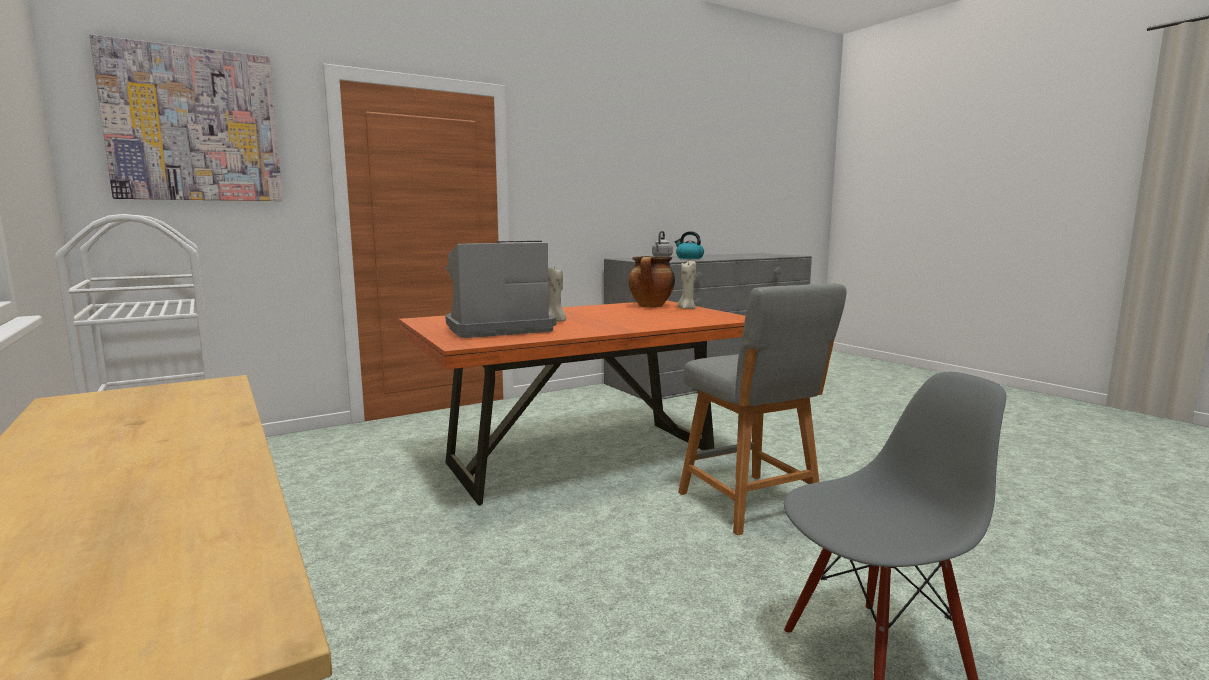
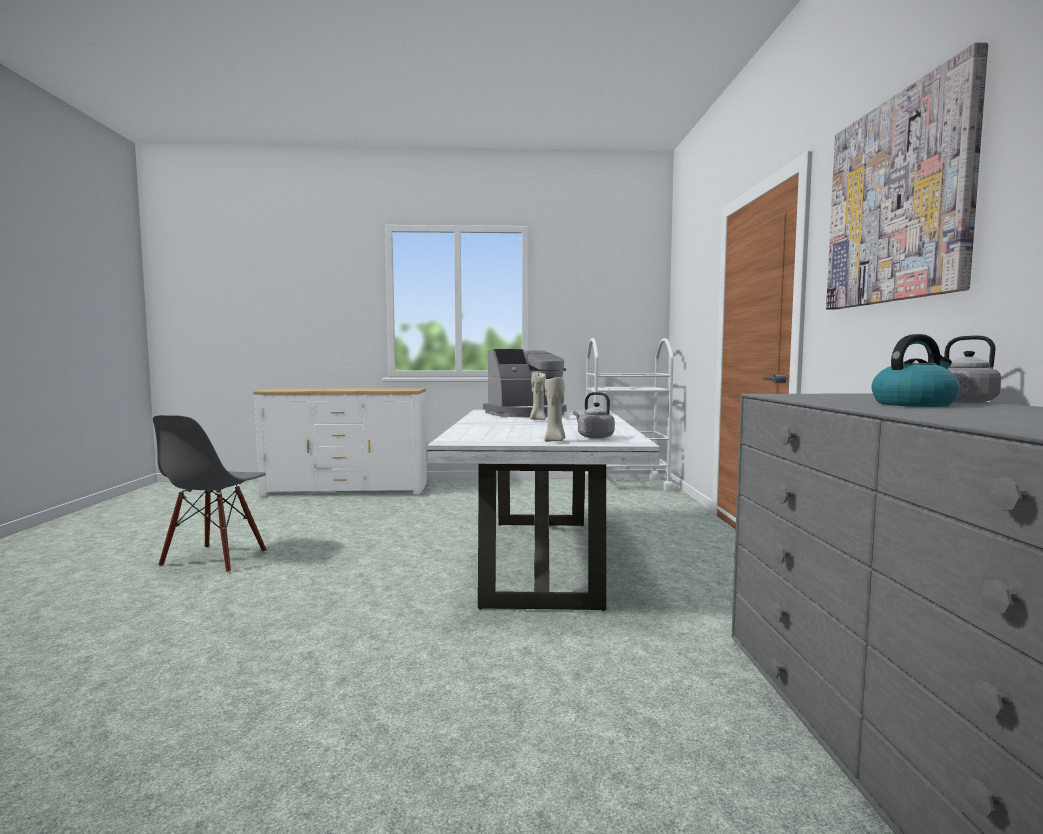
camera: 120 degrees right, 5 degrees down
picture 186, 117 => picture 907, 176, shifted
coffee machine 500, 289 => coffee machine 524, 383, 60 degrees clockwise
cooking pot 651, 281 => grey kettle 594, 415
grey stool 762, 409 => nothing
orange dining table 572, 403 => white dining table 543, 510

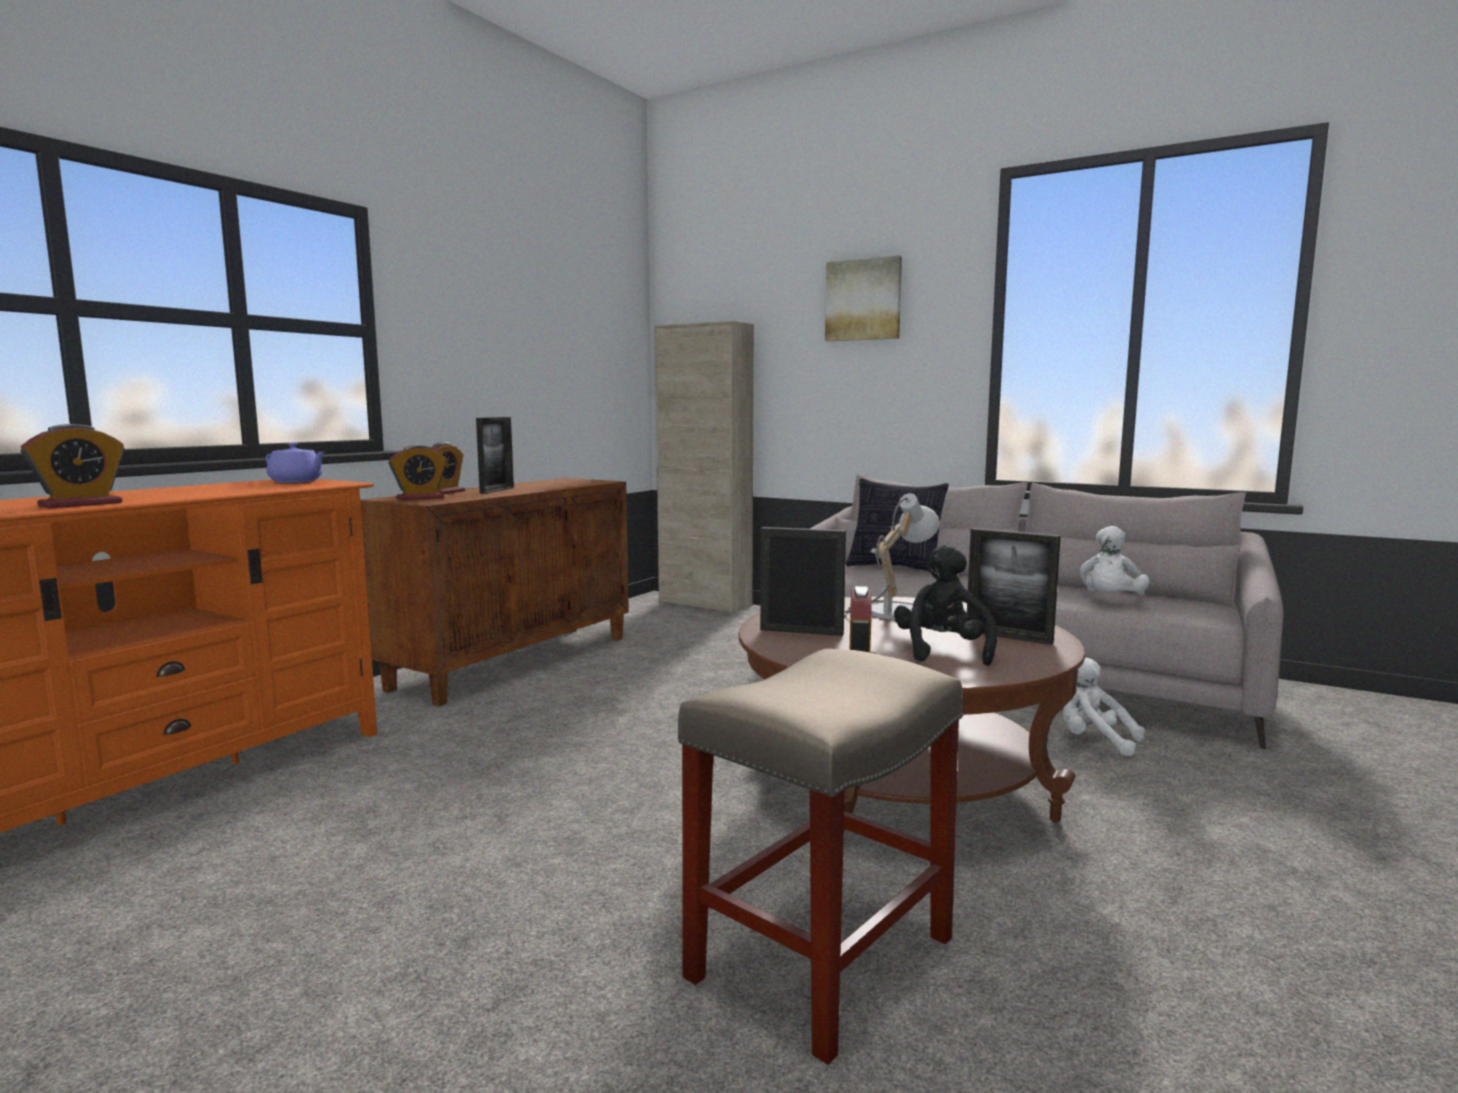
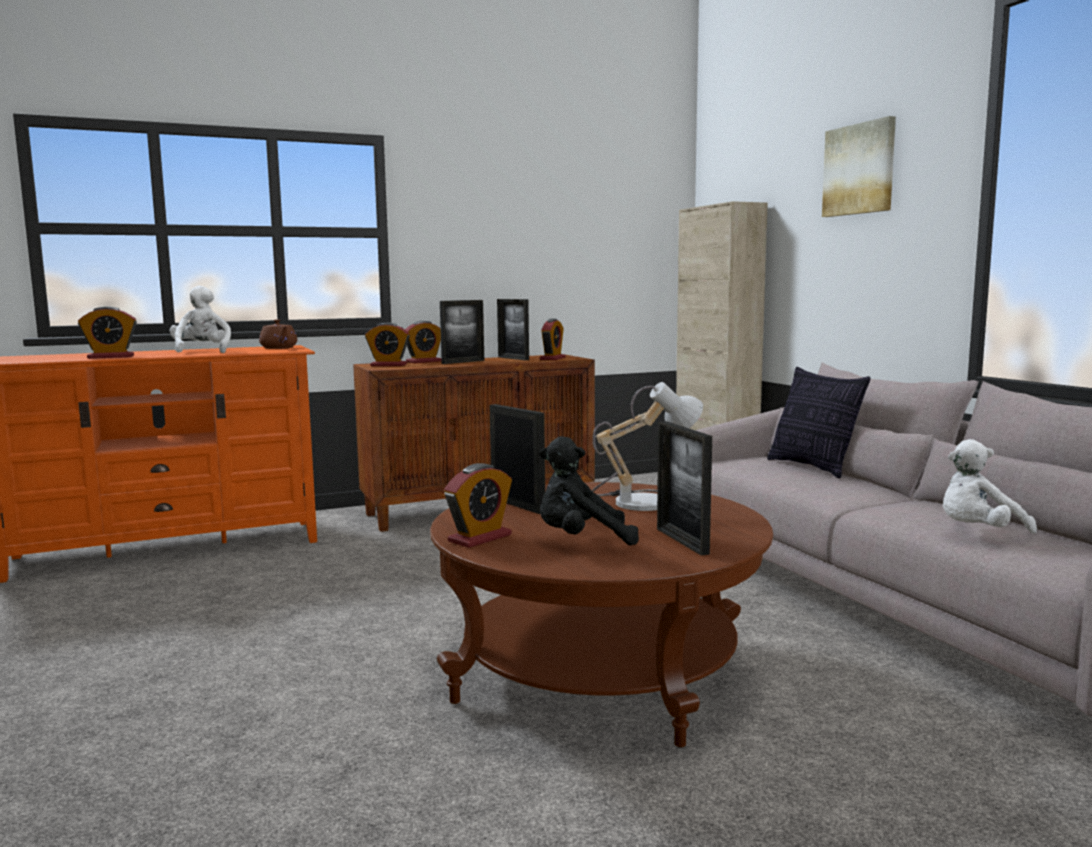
camera: 35 degrees right, 0 degrees up
purple teapot 295, 462 => brown teapot 278, 334
black plush toy 945, 605 => black plush toy 589, 490, 135 degrees counterclockwise
beige stool 820, 857 => nothing
white plush toy 1103, 706 => white plush toy 200, 319, shifted
nothing => picture frame 513, 329
nothing => alarm clock 553, 339

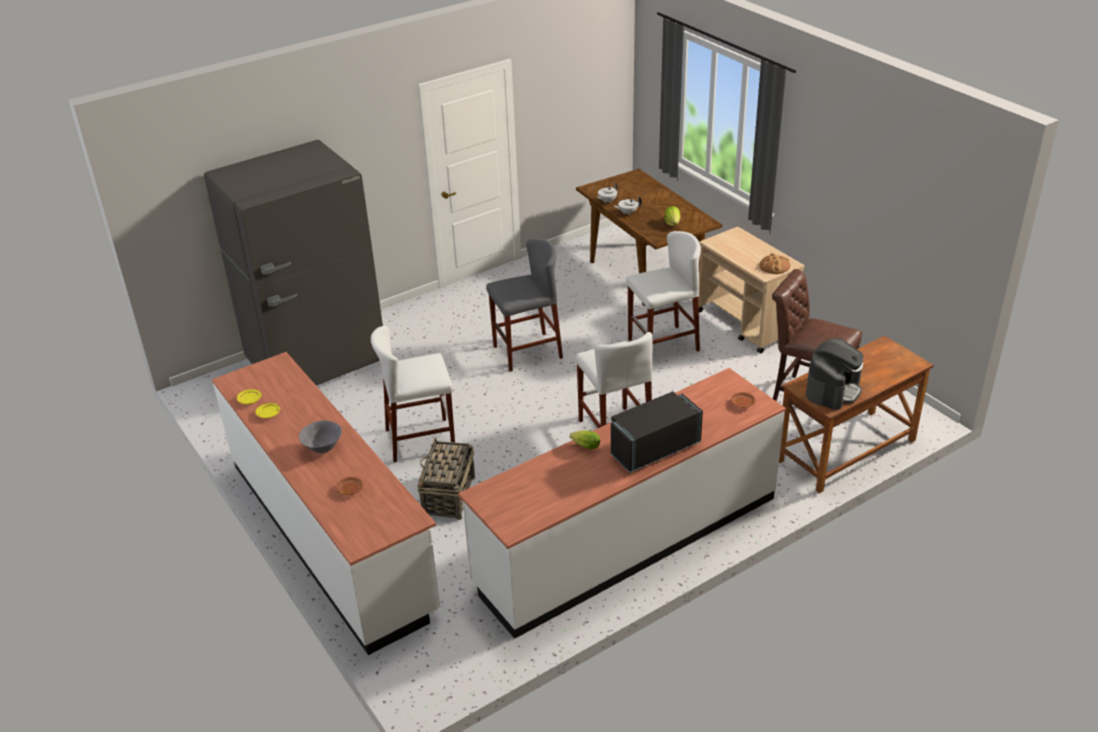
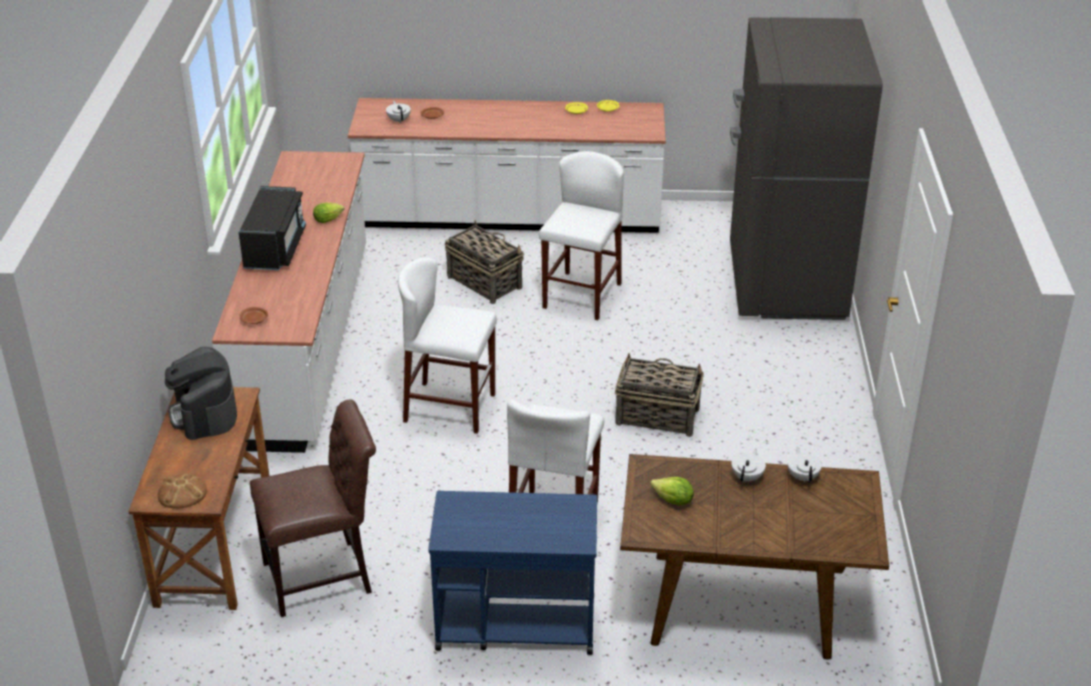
camera: 125 degrees right, 0 degrees up
beige cart 751, 290 => blue cart 512, 573
grey stool 524, 305 => basket 659, 395
bread 774, 263 => bread 182, 490, shifted
grey bowl 320, 436 => nothing
nothing => white teapot 398, 112

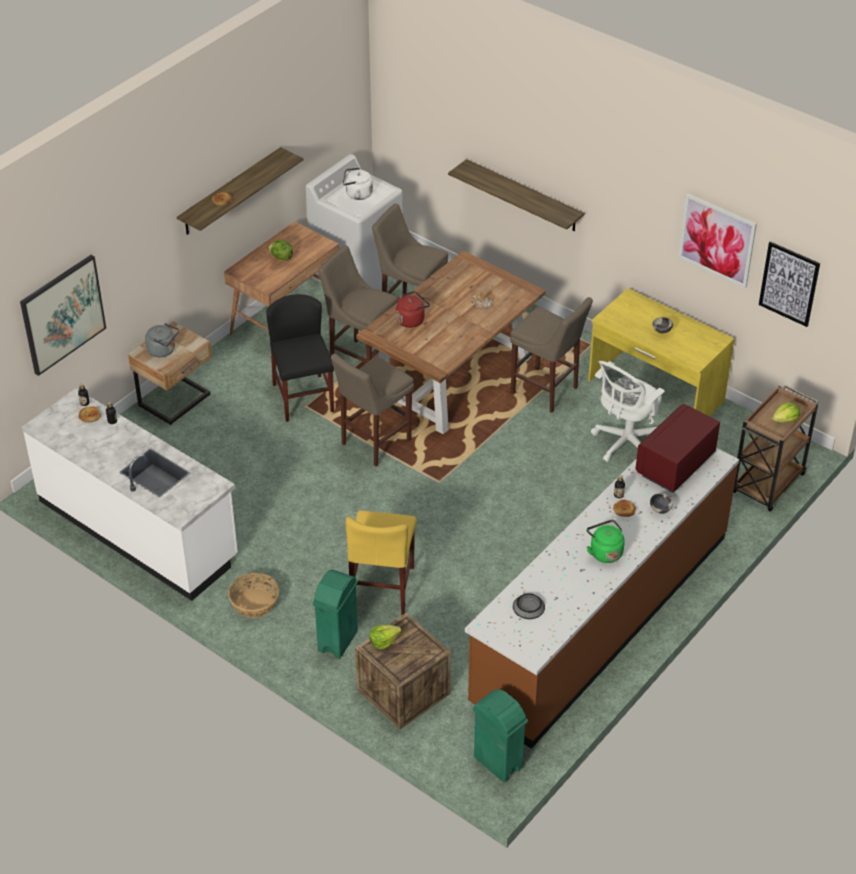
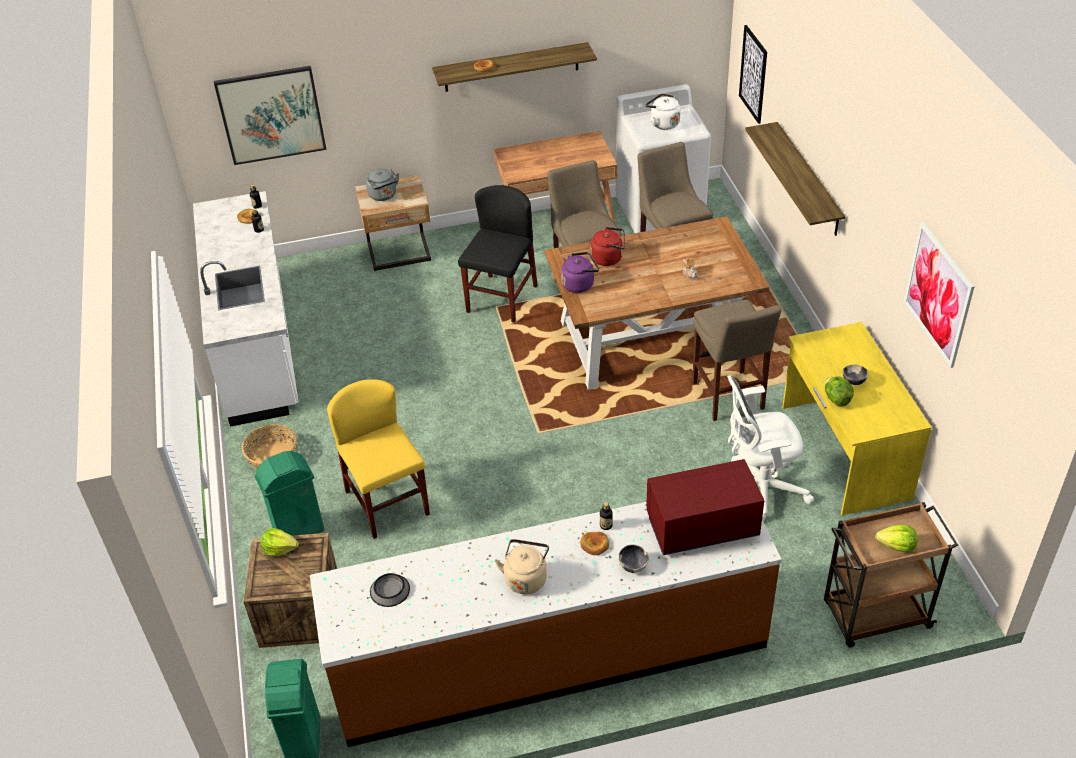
camera: 40 degrees right, 0 degrees up
lettuce 280, 250 => lettuce 839, 391, shifted
picture 789, 284 => picture 753, 74, shifted
beige stool 372, 410 => nothing
yellow chair 381, 562 => yellow chair 378, 459, 105 degrees clockwise
green kettle 606, 541 => beige kettle 522, 566
nothing => purple kettle 580, 272

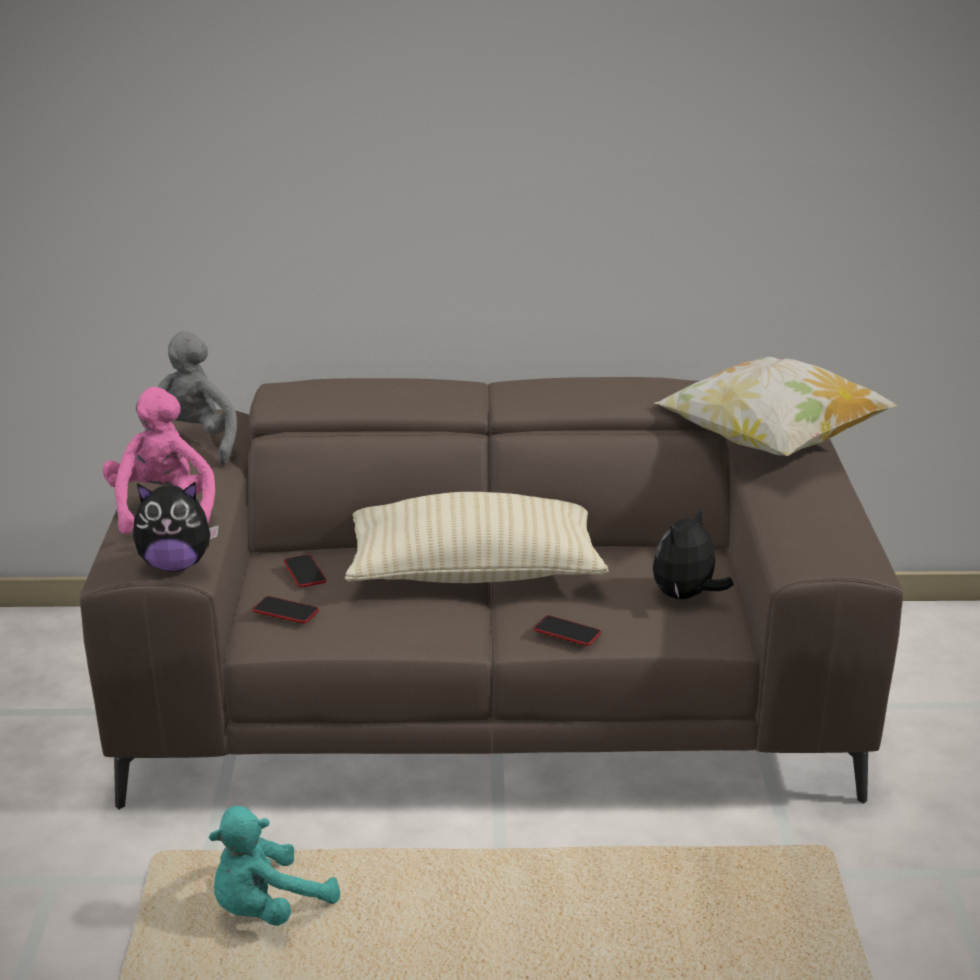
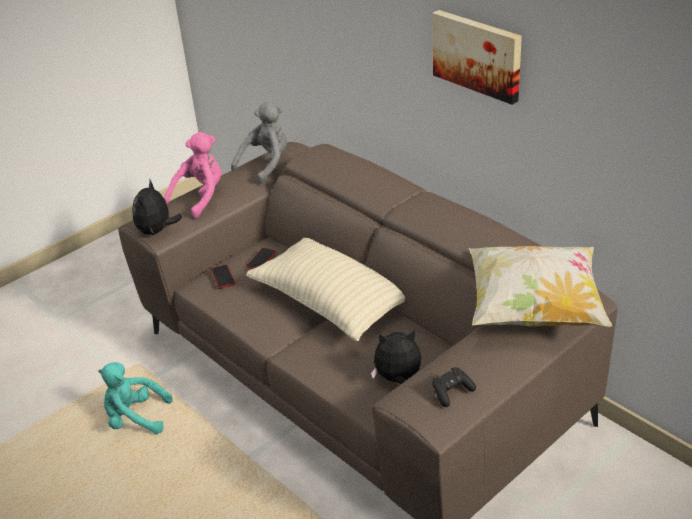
camera: 50 degrees right, 10 degrees up
plush toy 176, 527 => plush toy 157, 207, 60 degrees clockwise
phone 567, 630 => nothing
nothing => picture 477, 57
nothing => black game controller 454, 387

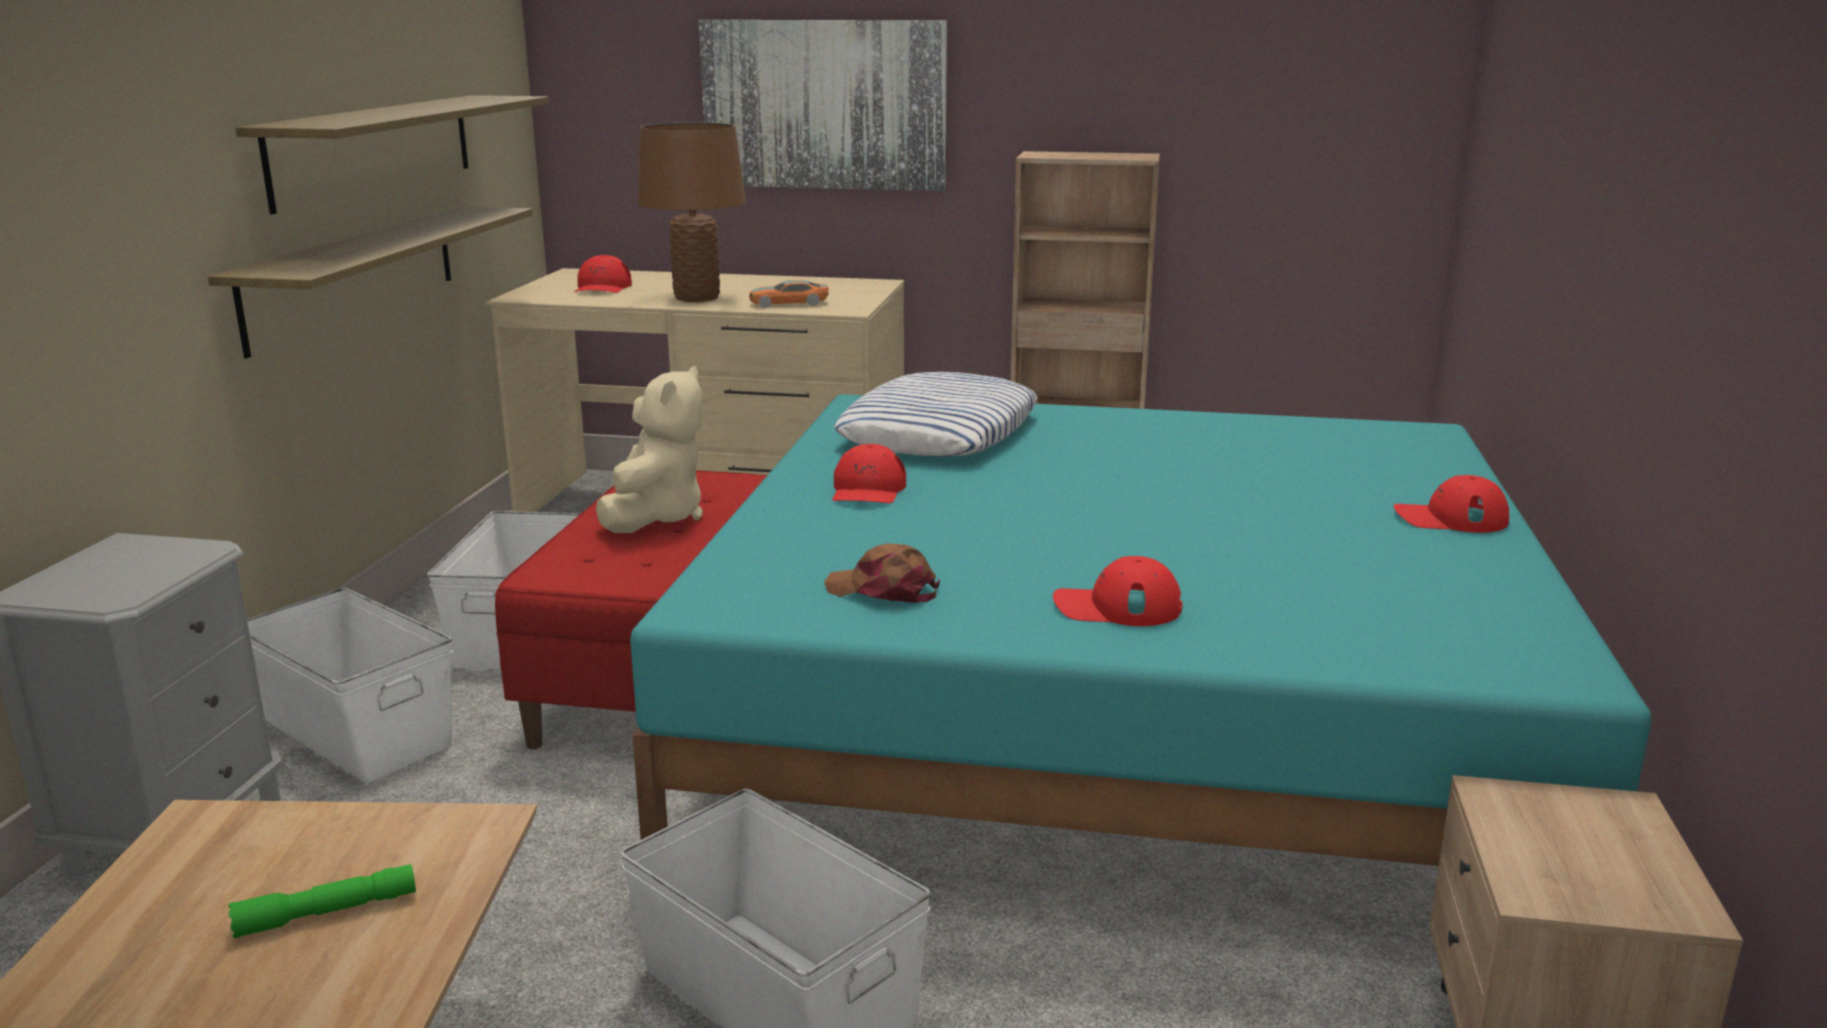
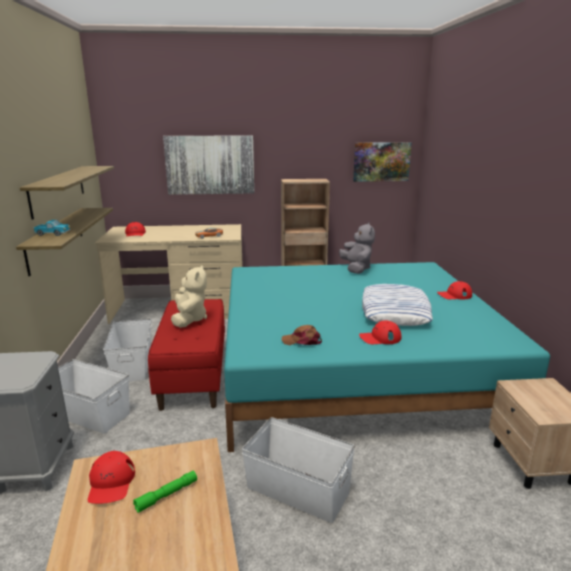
camera: 15 degrees left, 0 degrees up
brown table lamp 691, 212 => nothing
pillow 936, 414 => pillow 397, 305, shifted
red cap 869, 473 => red cap 111, 477, shifted
nothing => picture 382, 162
nothing => toy truck 52, 228
nothing => grey plush toy 357, 248

